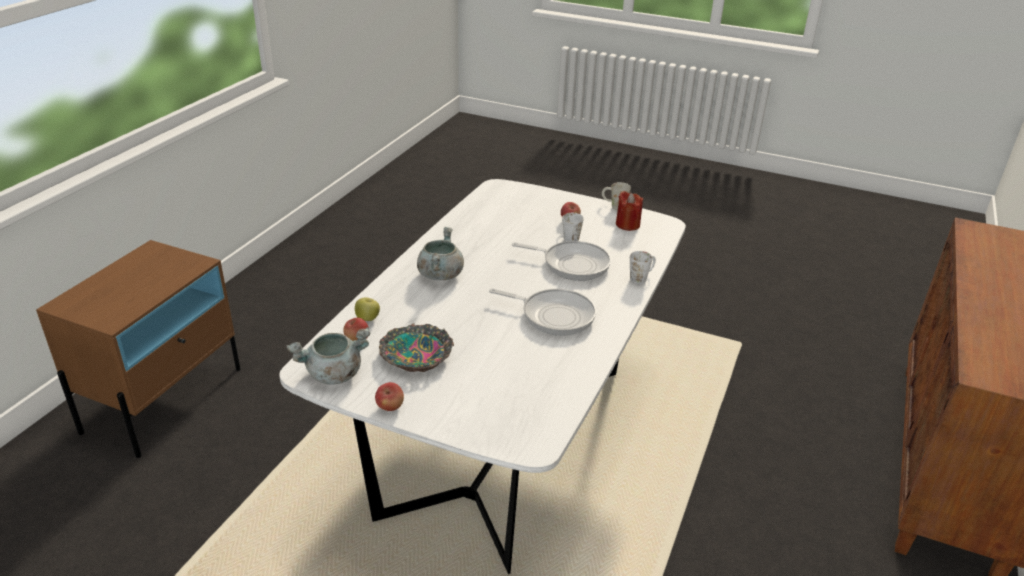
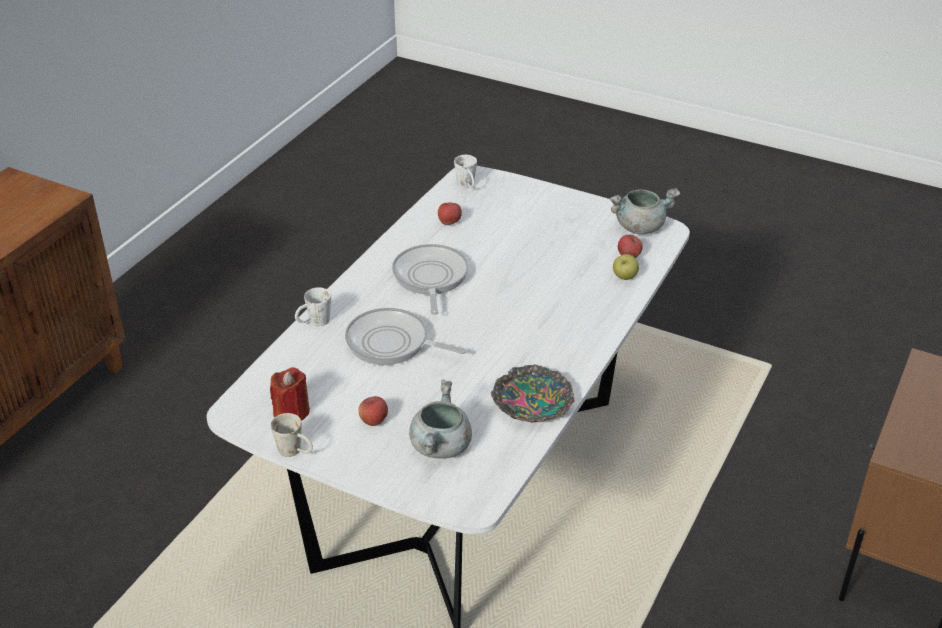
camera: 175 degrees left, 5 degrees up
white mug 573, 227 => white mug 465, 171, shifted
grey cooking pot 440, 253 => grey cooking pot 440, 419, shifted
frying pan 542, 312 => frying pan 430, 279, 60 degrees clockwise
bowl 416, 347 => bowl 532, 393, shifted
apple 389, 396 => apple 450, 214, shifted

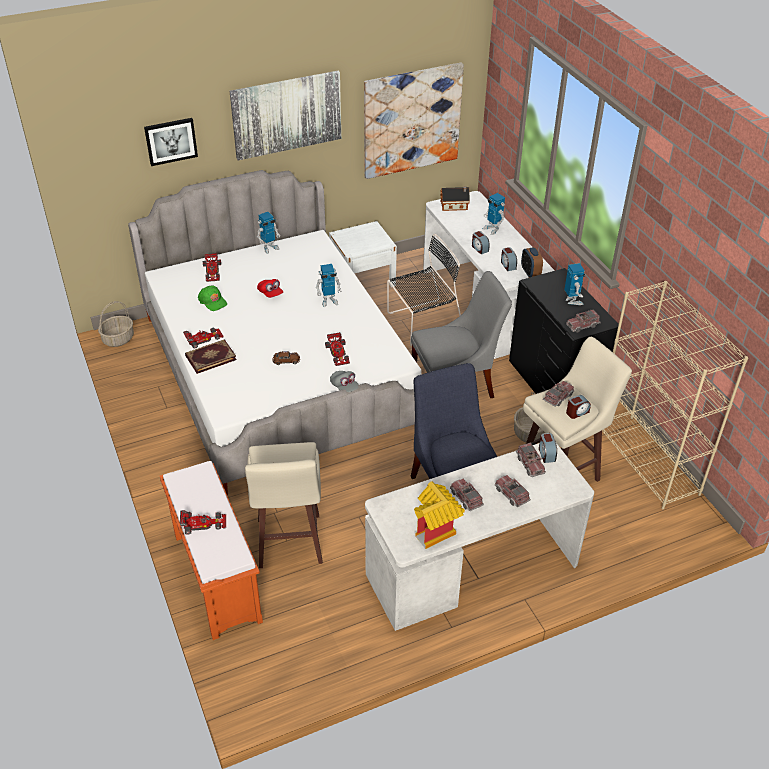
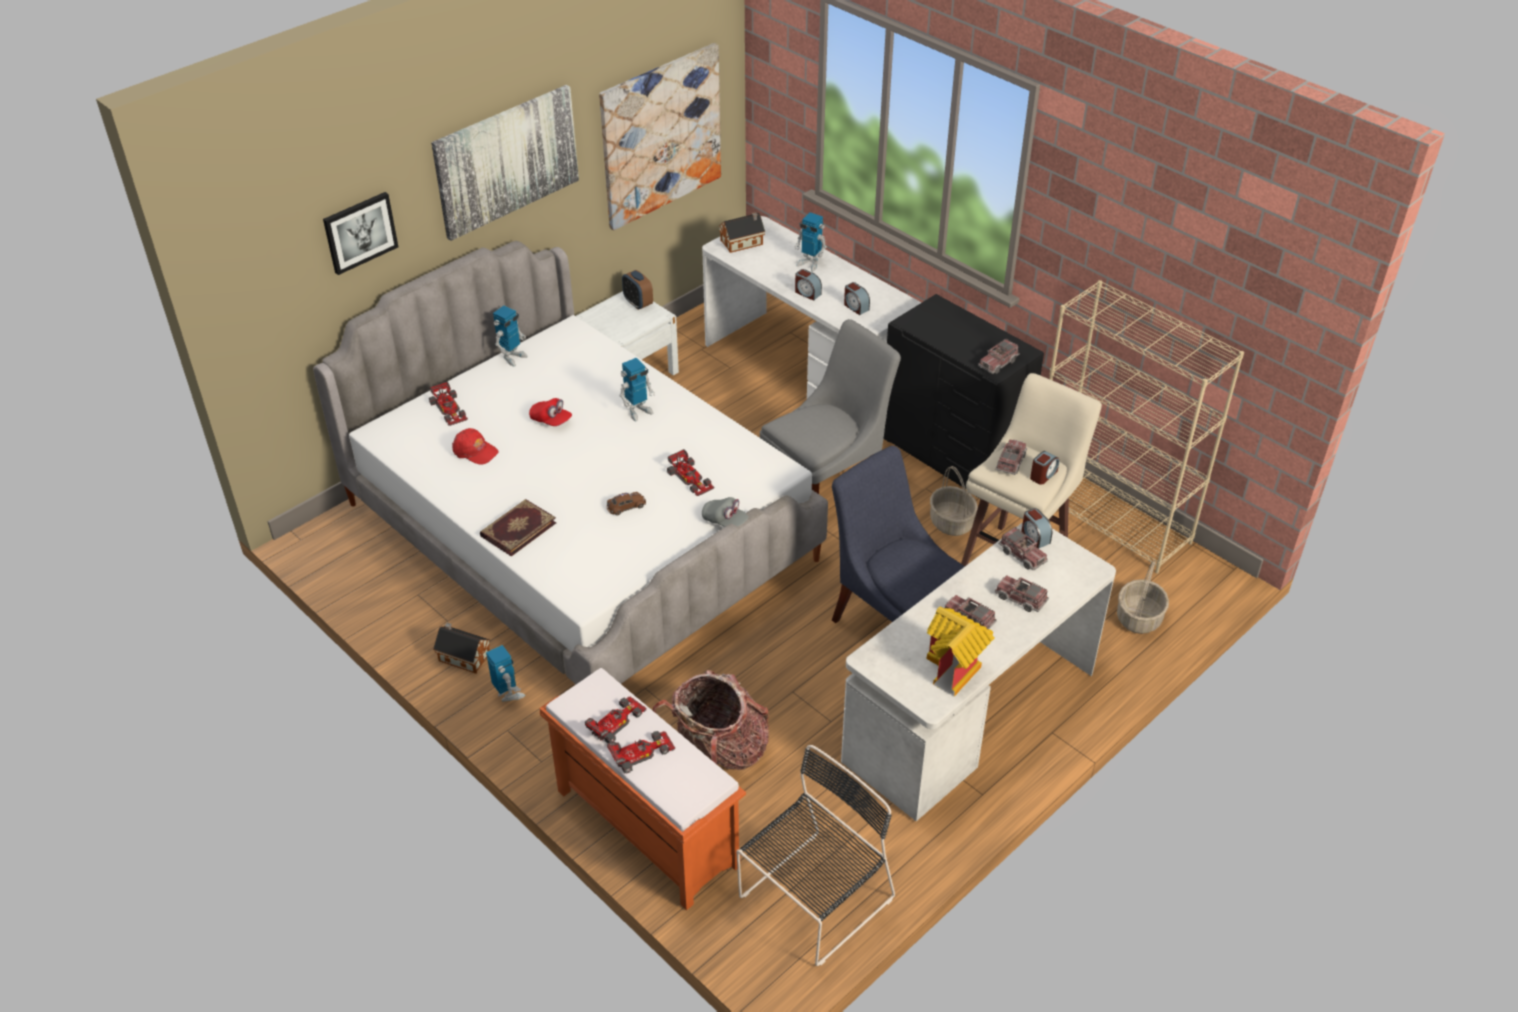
camera: 20 degrees left, 0 degrees up
black chair 424, 290 => black chair 816, 855, shifted
alarm clock 532, 262 => alarm clock 637, 290, shifted
toy robot 574, 284 => toy robot 505, 673, shifted
green cap 212, 298 => red cap 475, 446
basket 116, 324 => basket 1143, 597, shifted
toy car 203, 338 => toy car 616, 719, shifted
beige stool 284, 505 => backpack 711, 720
nothing => toy house 461, 648

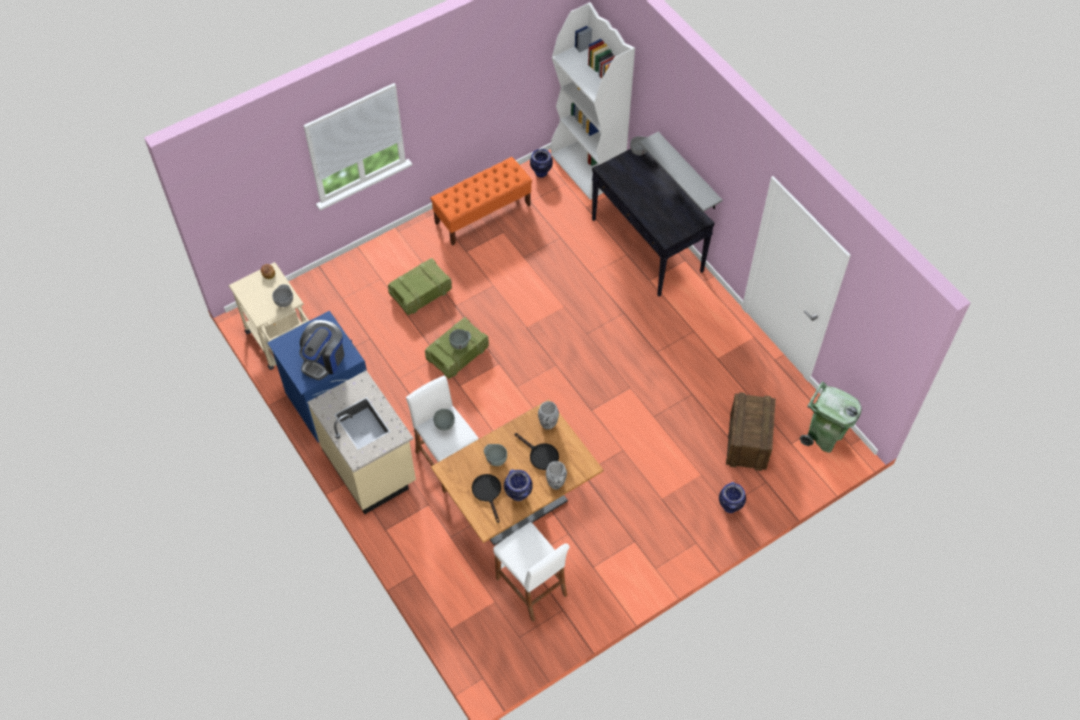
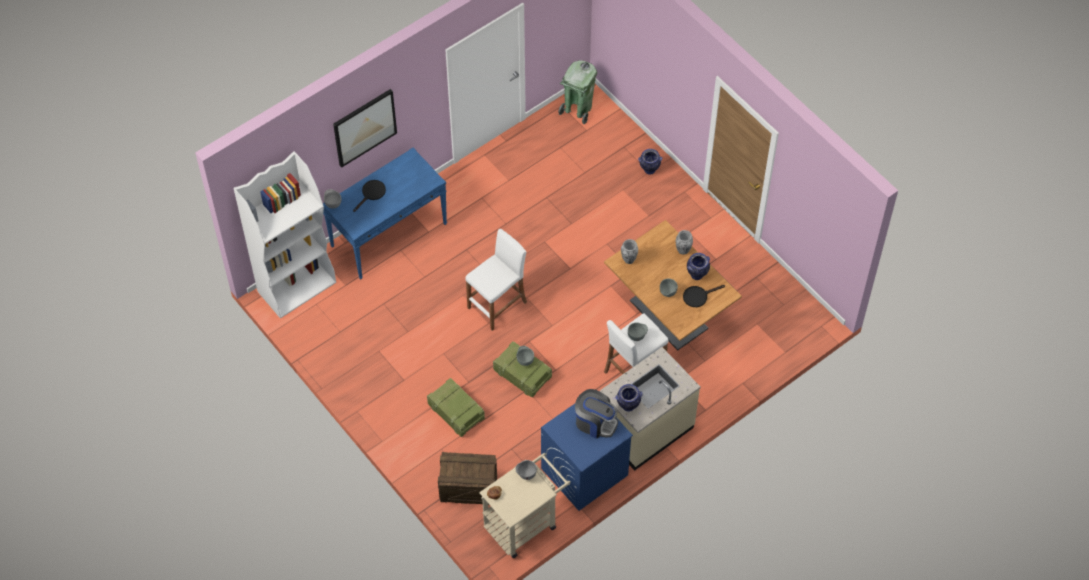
camera: 95 degrees left, 0 degrees up
grey shelf 681, 172 => nothing
vase 541, 163 => vase 629, 398, shifted
black console table 653, 223 => blue console table 385, 213
orange bench 481, 201 => nothing
crate 751, 431 => crate 467, 478, shifted
black frying pan 537, 451 => black frying pan 369, 196, shifted
white stool 531, 571 => white stool 496, 280, shifted
nothing => picture 365, 128

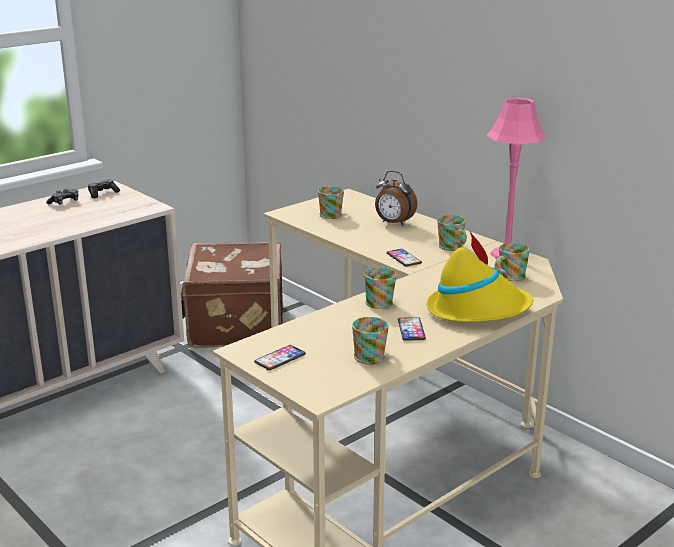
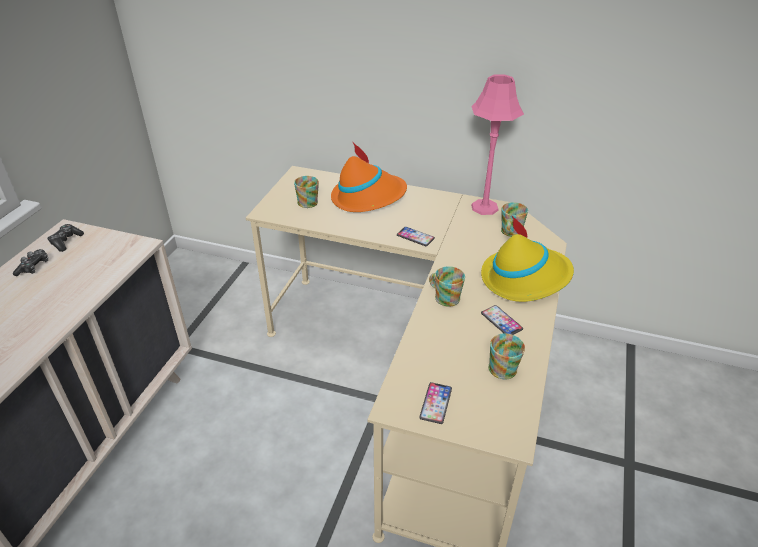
camera: 30 degrees left, 15 degrees up
alarm clock 396, 198 => orange hat 369, 176
mug 452, 233 => nothing
brown suitcase 232, 295 => nothing

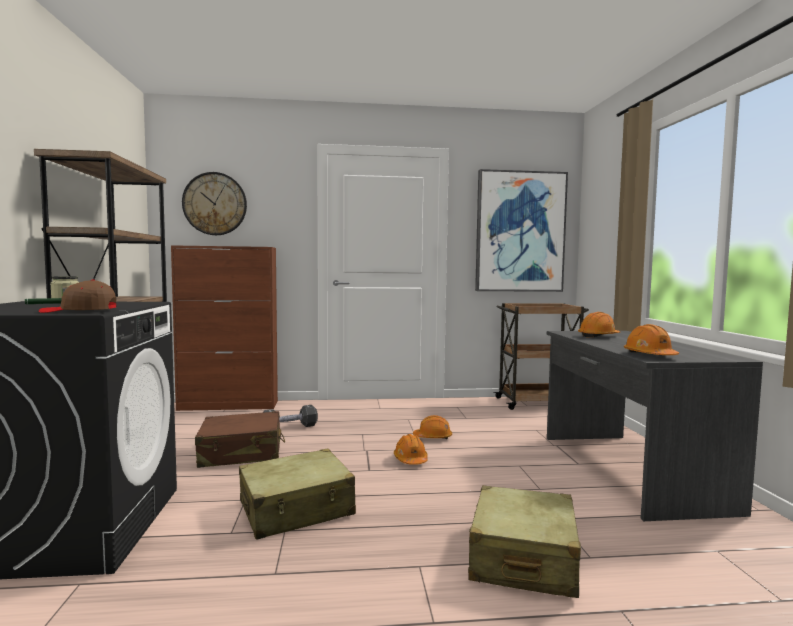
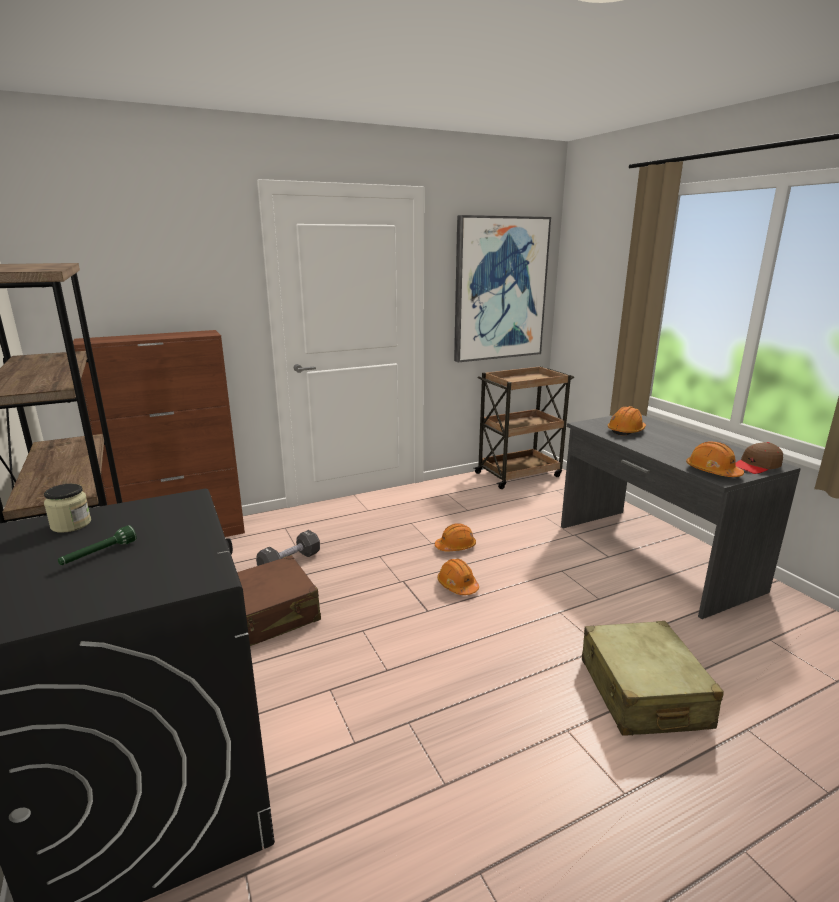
camera: 20 degrees left, 15 degrees up
wall clock 214, 203 => nothing
brown cap 78, 296 => brown cap 759, 458, shifted
beige suitcase 297, 494 => nothing

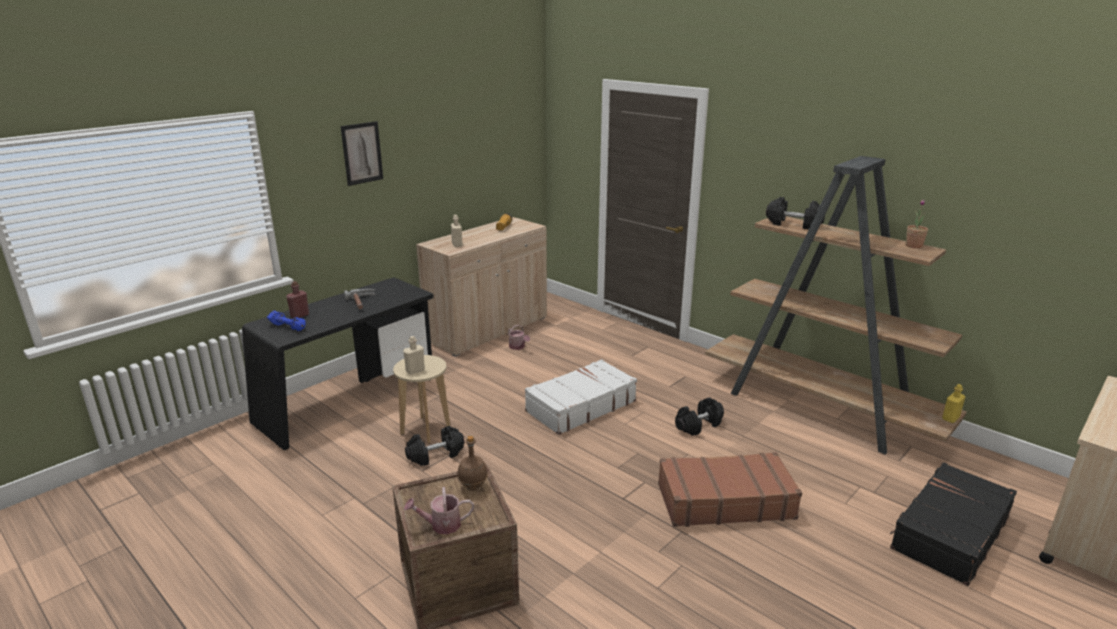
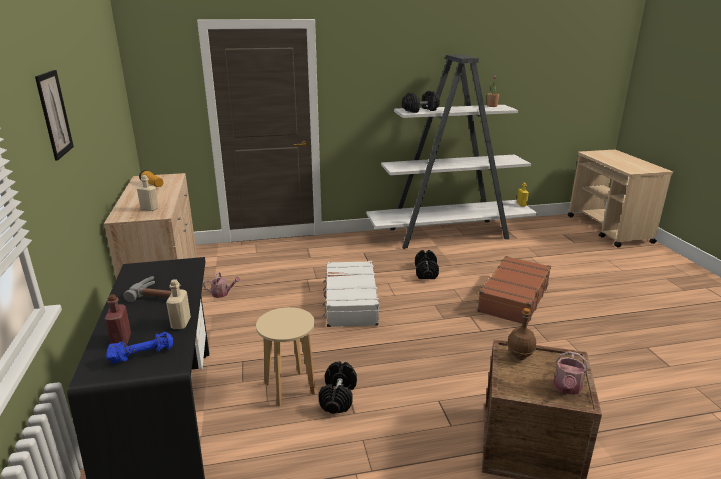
camera: 55 degrees left, 0 degrees up
brown bookcase 836, 305 => white bookcase 452, 151
beige bottle 414, 355 => beige bottle 178, 304, shifted
black suitcase 953, 524 => nothing

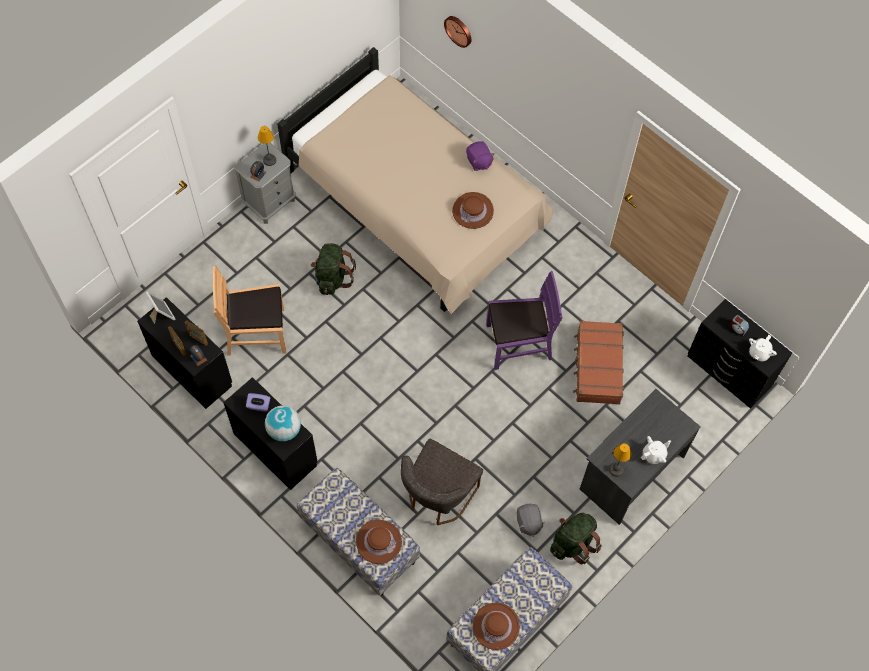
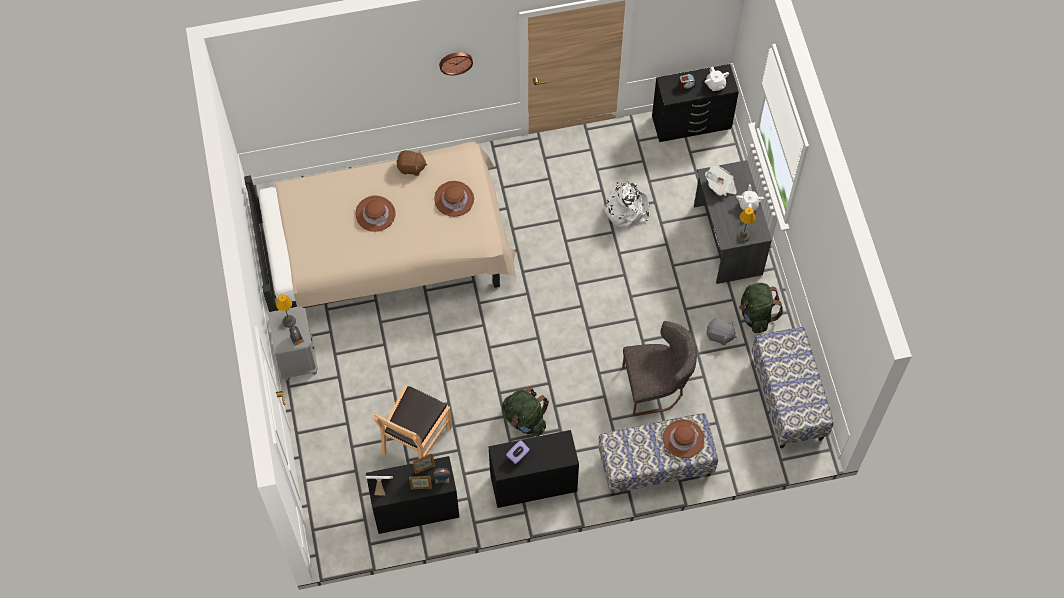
camera: 55 degrees left, 0 degrees up
wall clock 457, 32 => wall clock 456, 63, shifted
purple plush toy 480, 156 => brown plush toy 412, 163
green backpack 333, 269 => green backpack 525, 411, shifted
purple chair 524, 320 => nothing
brown suitcase 598, 362 => white backpack 626, 204
globe 283, 423 => nothing
grey chair 442, 482 => grey chair 659, 368, 75 degrees counterclockwise
brown hat 496, 626 => brown hat 376, 214, shifted
nothing => newspaper 721, 180

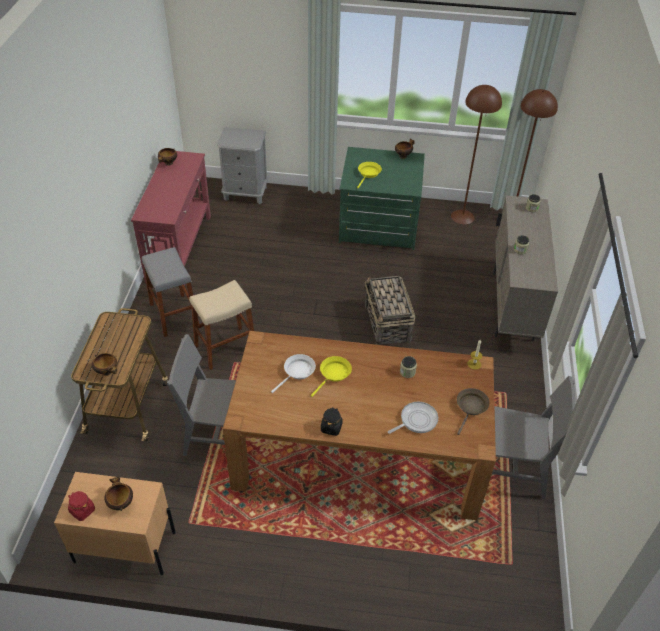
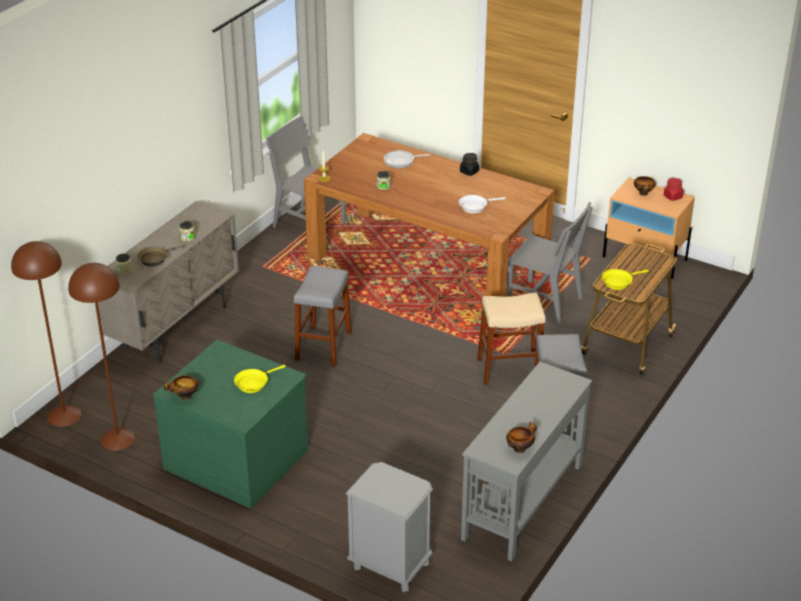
camera: 155 degrees left, 10 degrees down
red console table 171, 218 => grey console table 526, 461
basket 389, 310 => grey stool 323, 316
bowl 104, 364 => nothing
yellow frying pan 331, 376 => yellow frying pan 625, 279, shifted
brown frying pan 473, 411 => brown frying pan 161, 255, shifted

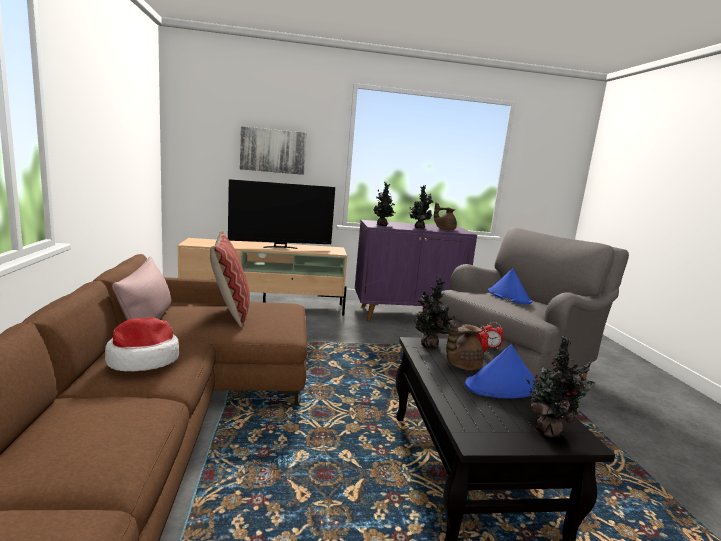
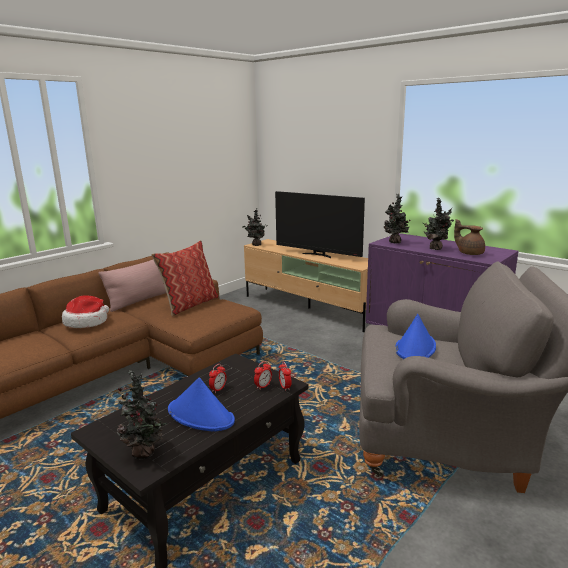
camera: 50 degrees right, 5 degrees up
picture 273, 150 => nothing
potted plant 434, 312 => potted plant 255, 227, shifted
brown teapot 465, 346 => alarm clock 218, 378

